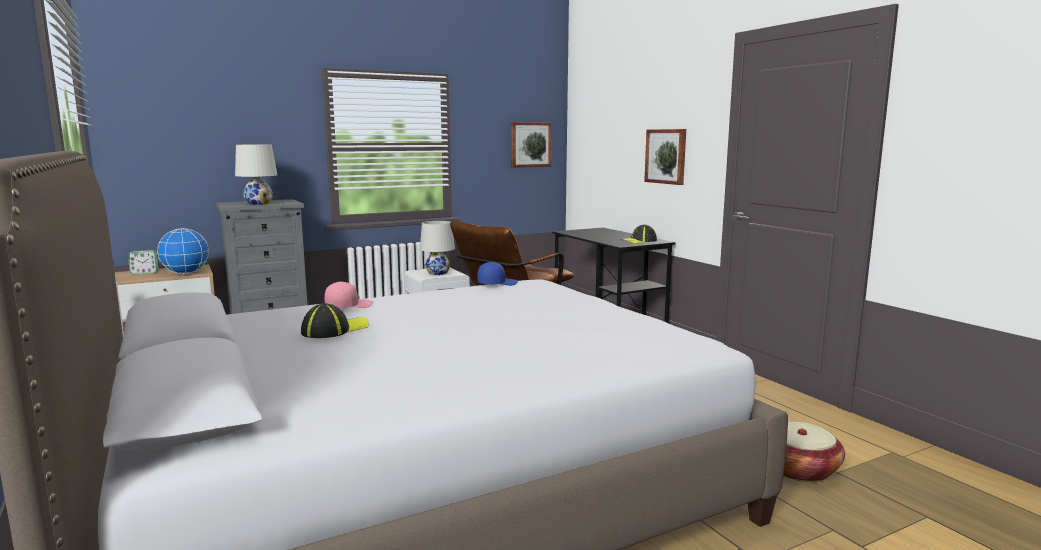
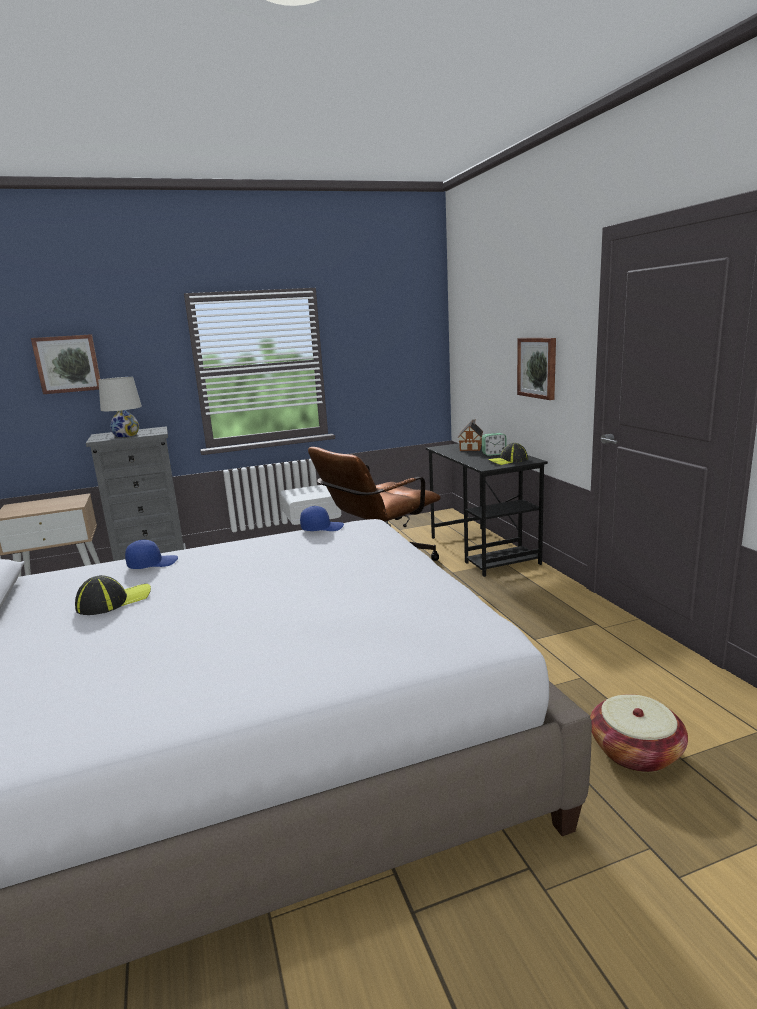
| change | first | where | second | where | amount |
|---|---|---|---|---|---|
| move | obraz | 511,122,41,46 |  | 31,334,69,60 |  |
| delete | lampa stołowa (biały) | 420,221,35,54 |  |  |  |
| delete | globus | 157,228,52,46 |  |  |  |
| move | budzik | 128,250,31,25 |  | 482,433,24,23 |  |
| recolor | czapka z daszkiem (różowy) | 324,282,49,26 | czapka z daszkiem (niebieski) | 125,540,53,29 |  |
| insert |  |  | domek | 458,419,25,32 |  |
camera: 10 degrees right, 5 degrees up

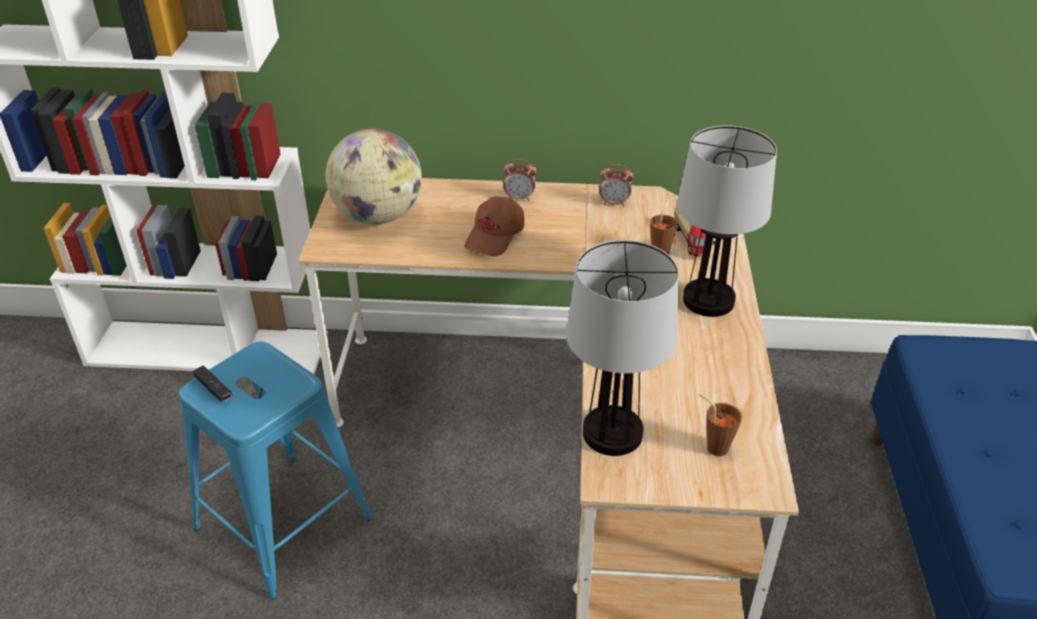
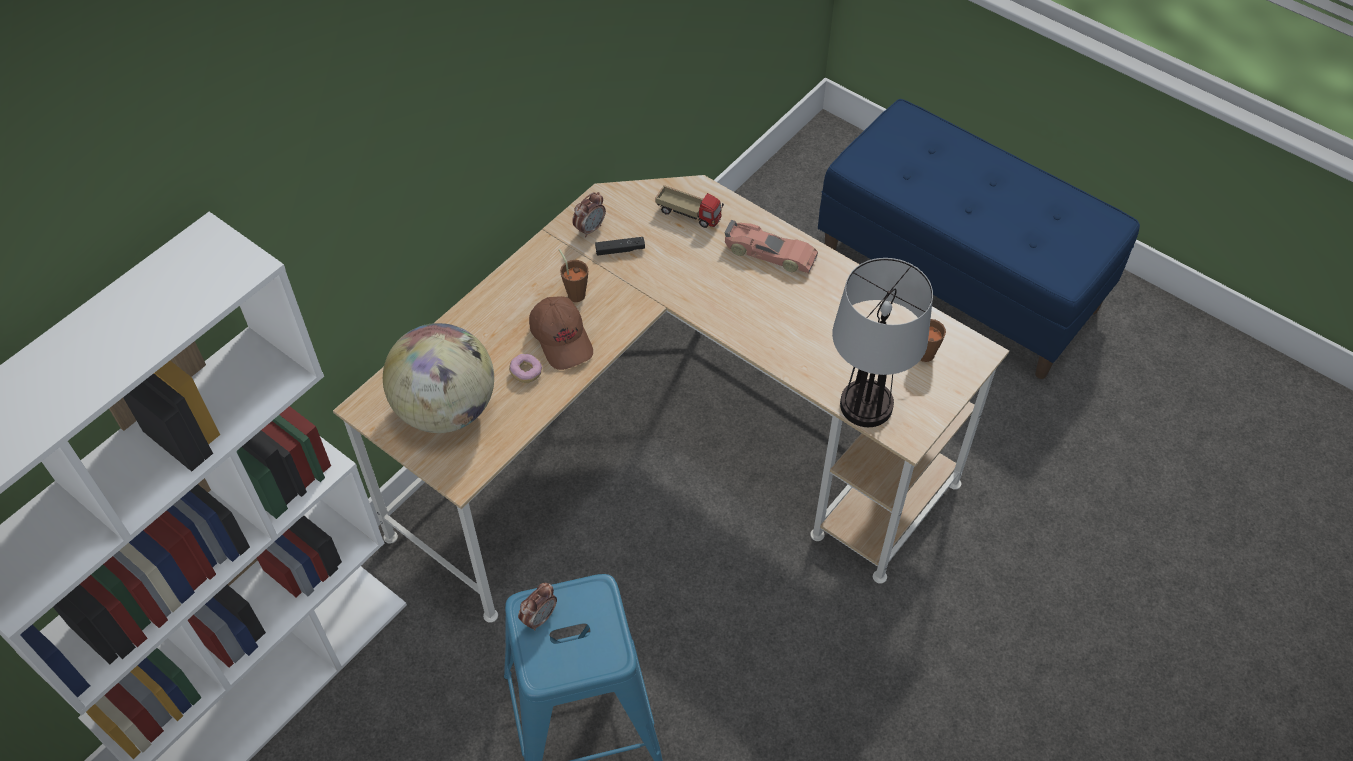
| change | first | where | second | where | amount |
|---|---|---|---|---|---|
| replace | lampa stołowa | 677,125,100,192 | samochodzik | 725,220,93,53 |  |
| move | budzik | 503,159,33,42 |  | 518,583,39,48 |  |
| move | filiżanka (brązowy) | 650,201,28,54 |  | 559,249,29,53 |  |
| move | pad do gier (czarny) | 193,366,40,36 |  | 595,237,50,18 |  |
| insert |  |  | donut | 509,354,33,29 |  |
camera: 55 degrees left, 15 degrees up

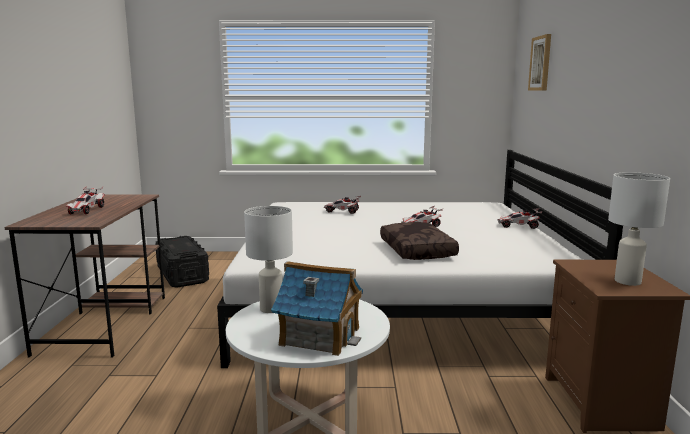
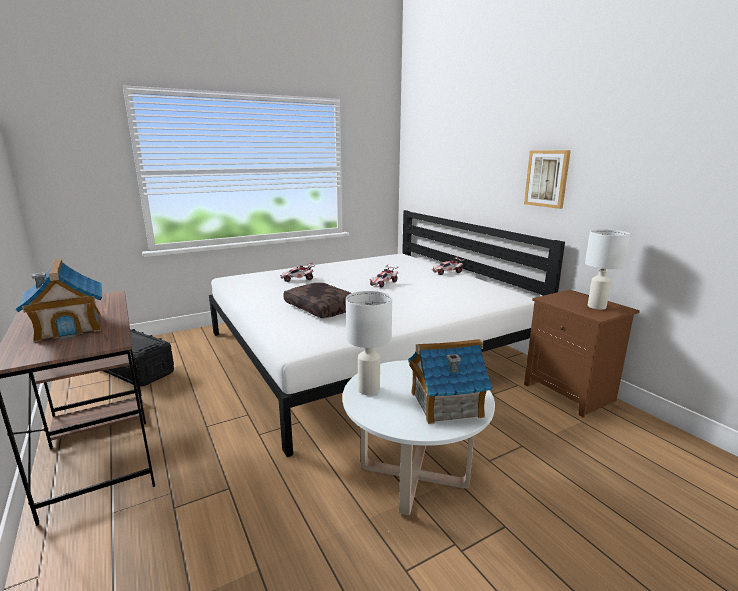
| change | first | where | second | where | amount |
|---|---|---|---|---|---|
| move | obraz | 528,34,23,56 |  | 524,150,47,59 |  |
| replace | samochodzik | 66,186,39,29 | domek | 15,259,87,83 |  |
| move | poduszka (brązowy) | 380,222,79,38 |  | 283,283,68,35 |  |
camera: 30 degrees left, 5 degrees up

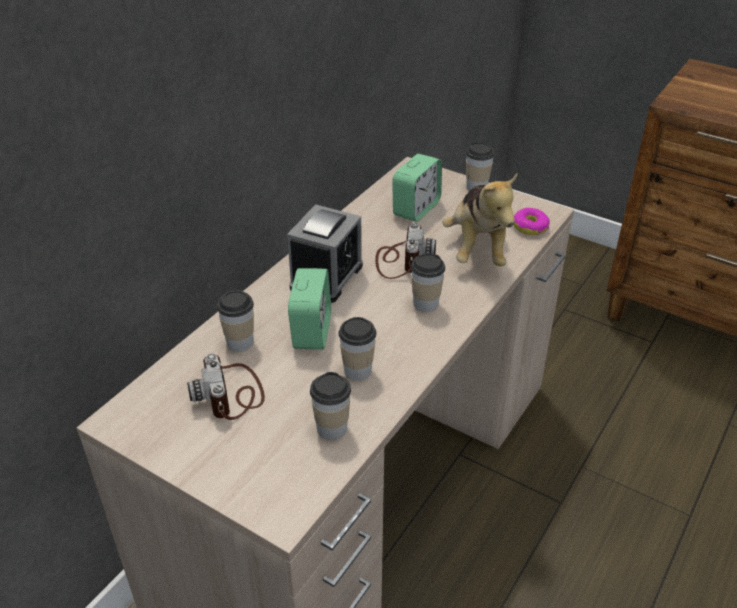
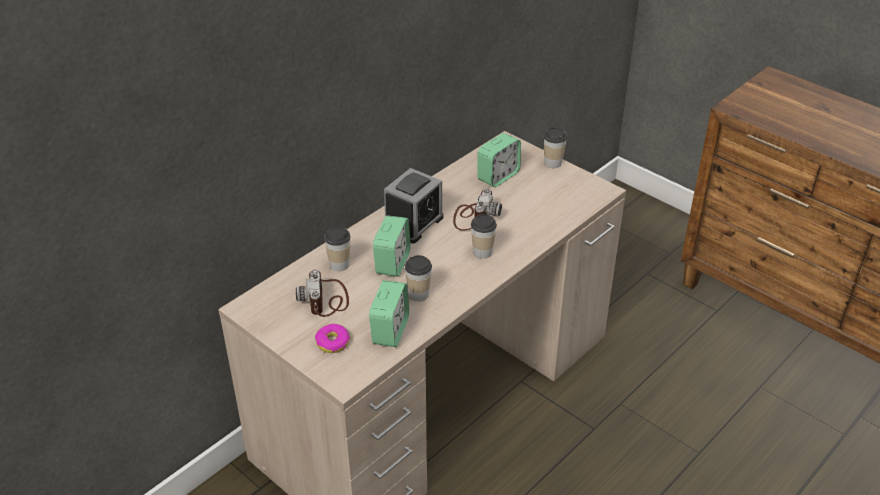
| change | first | where | second | where | amount |
|---|---|---|---|---|---|
| delete | pluszak | 443,173,75,93 |  |  |  |
| move | donut | 514,208,36,27 |  | 315,324,35,29 |  |
| replace | filiżanka | 310,372,41,68 | budzik | 369,280,40,67 |  |
camera: 10 degrees right, 0 degrees up

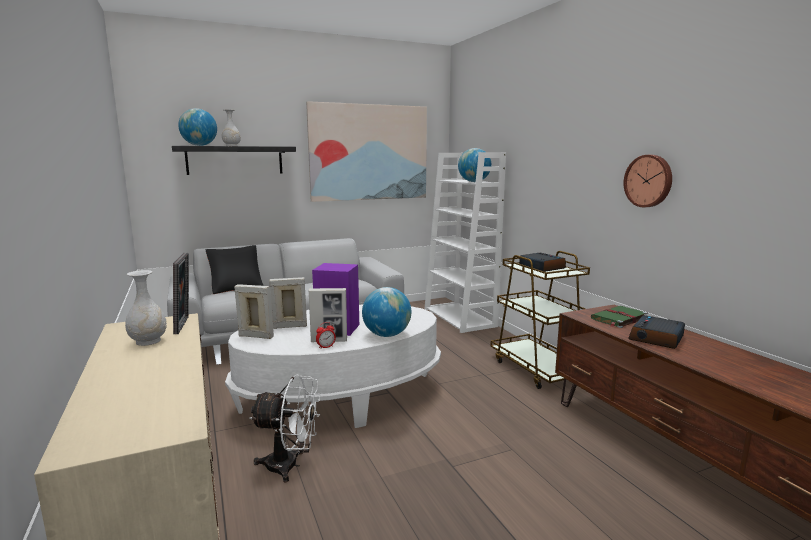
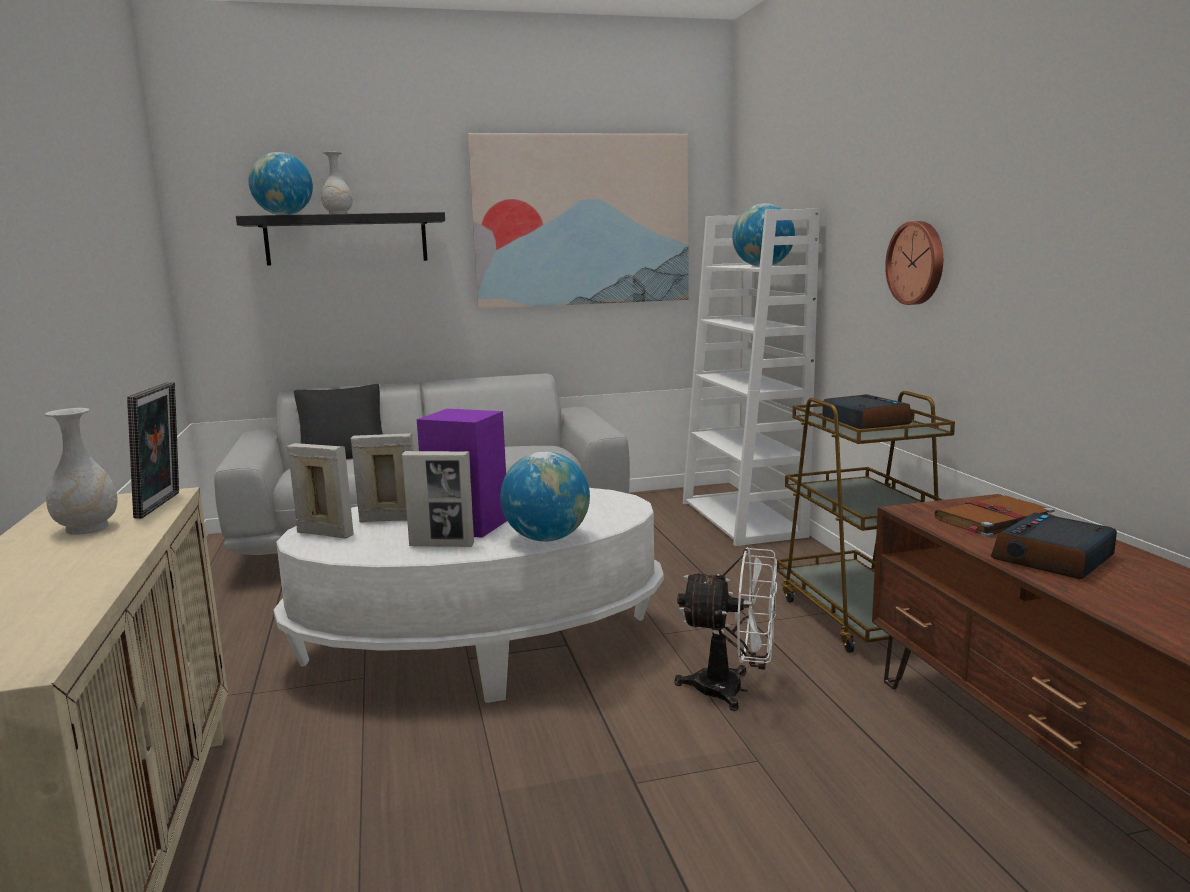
| change | first | where | second | where | amount |
|---|---|---|---|---|---|
| move | zegar ścienny | 623,155,49,52 |  | 885,221,58,84 |  |
| recolor | książka (zielony) | 591,306,57,22 | książka (brązowy) | 934,496,121,41 |  |
| delete | budzik | 316,322,20,27 |  |  |  |
| move | wentylator (biały) | 250,374,71,108 |  | 675,547,102,164 |  |
camera: 10 degrees right, 0 degrees up

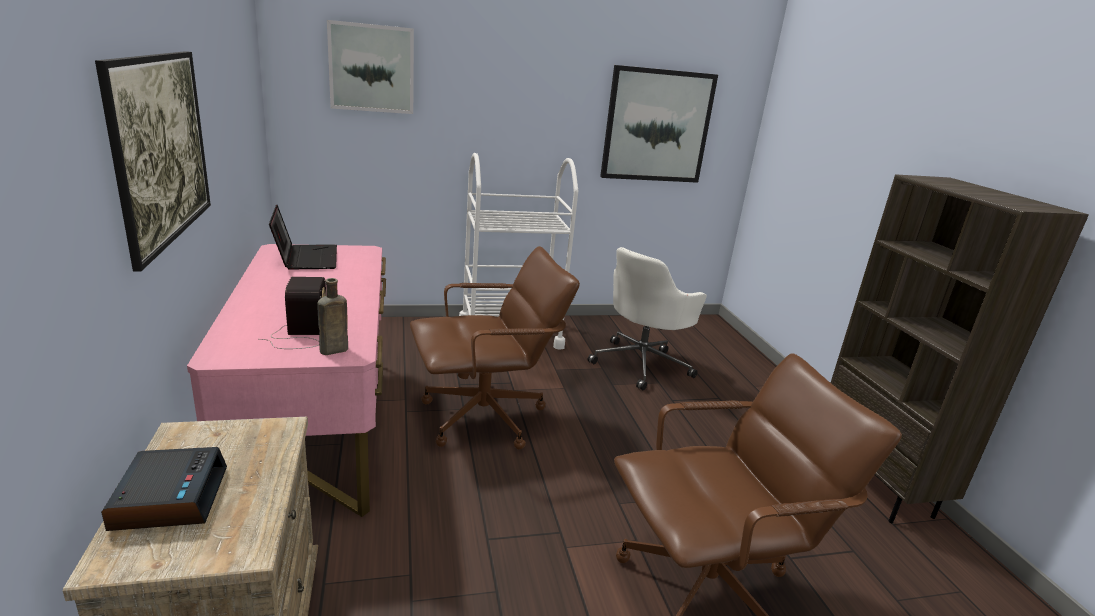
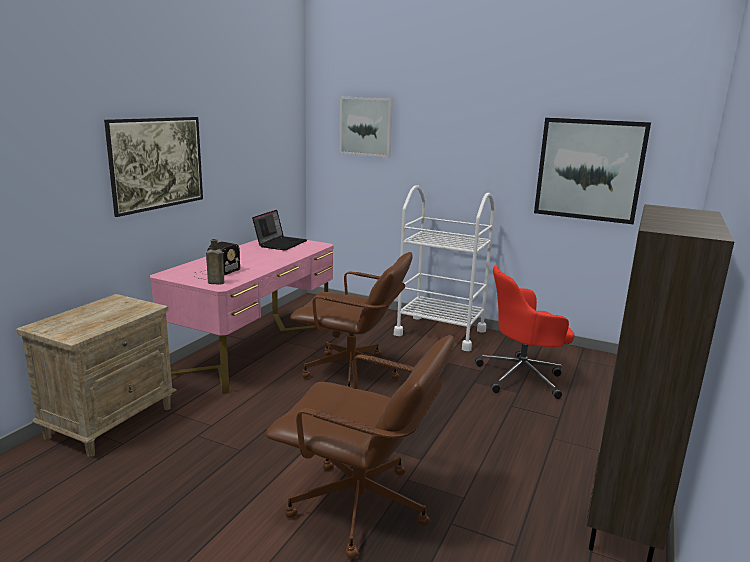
| change | first | where | second | where | amount |
|---|---|---|---|---|---|
| recolor | krzesło biurowe (biały) | 588,247,119,143 | krzesło biurowe (czerwony) | 475,266,100,133 |  |
| delete | budzik | 101,447,126,84 |  |  |  |
camera: 40 degrees right, 5 degrees down

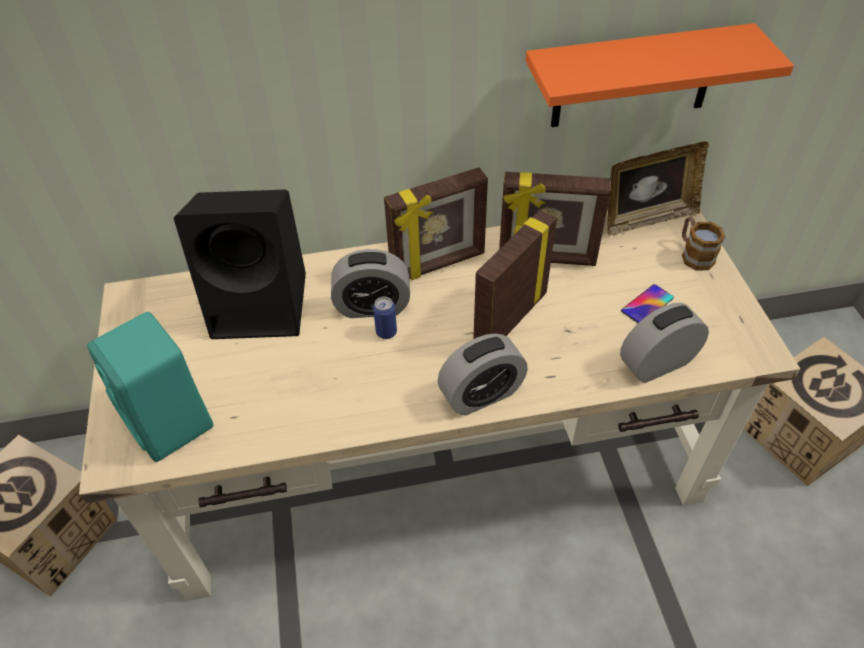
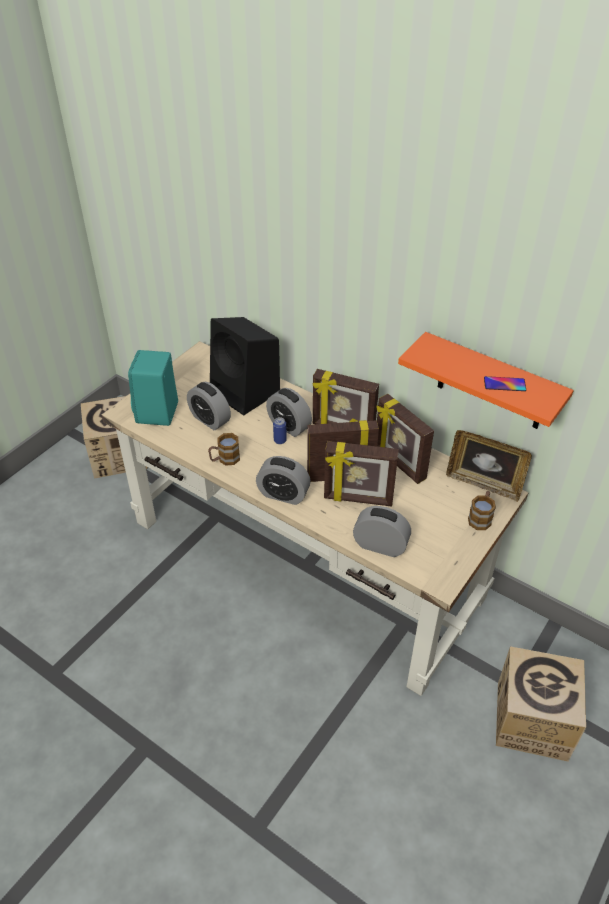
| change | first | where | second | where | amount |
|---|---|---|---|---|---|
| move | telefon | 621,284,53,39 |  | 484,376,42,15 |  |
| insert |  |  | budzik | 187,382,44,48 |  |
| insert |  |  | kubek | 208,433,32,32 |  |
| insert |  |  | ramka na zdjęcie | 324,441,75,66 |  |
camera: 45 degrees right, 5 degrees down

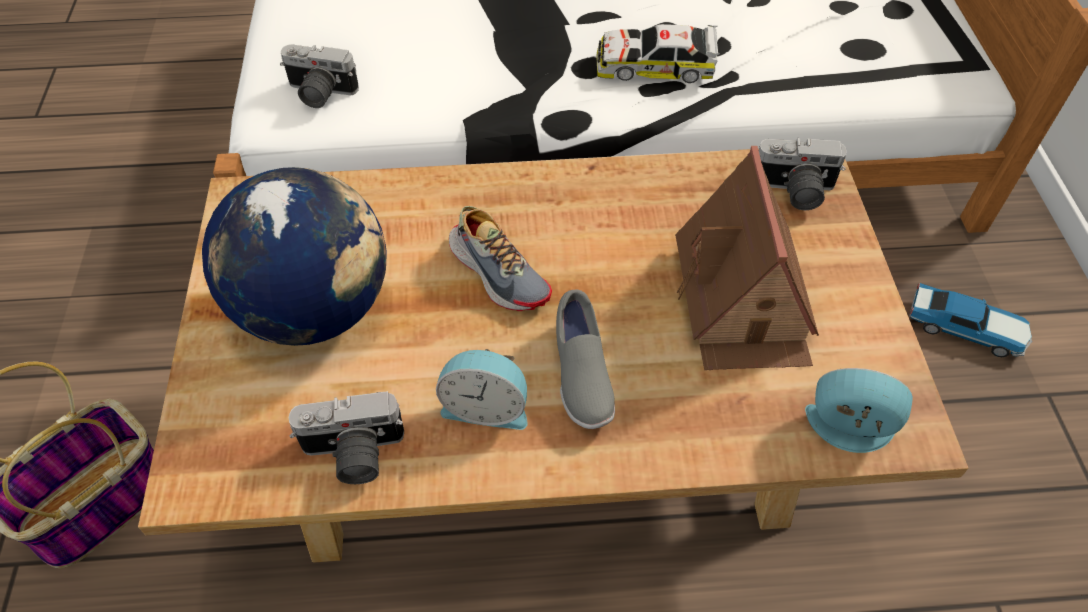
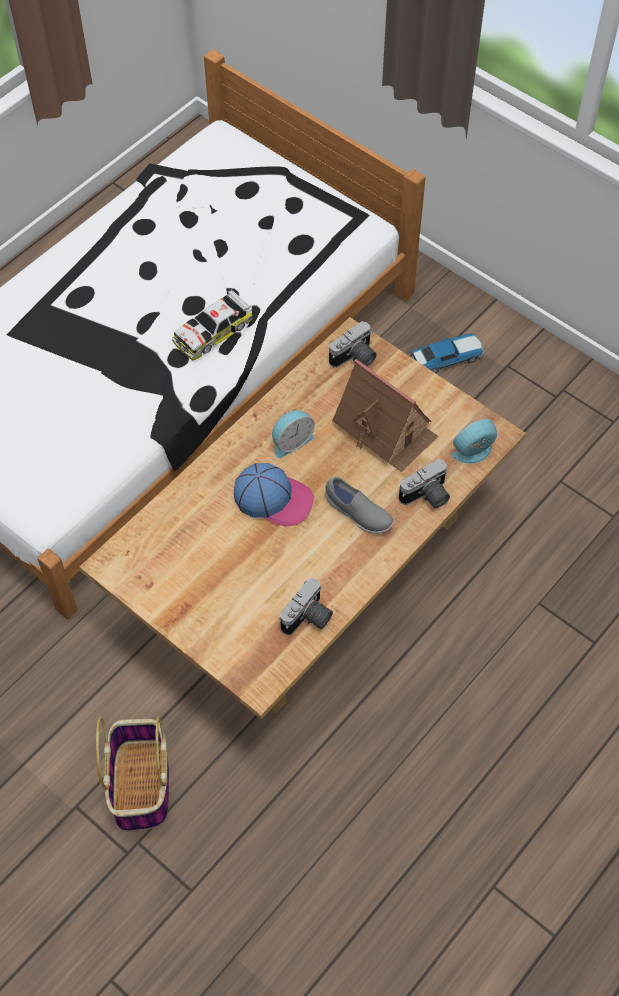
| change | first | where | second | where | amount |
|---|---|---|---|---|---|
| move | aparat fotograficzny | 280,44,79,64 |  | 399,459,51,49 |  |
| delete | globus | 202,167,184,179 |  |  |  |
| replace | but | 449,206,103,105 | czapka z daszkiem | 233,463,82,64 |  |
| move | budzik | 436,349,92,81 |  | 272,409,43,49 |  |
camera: 45 degrees left, 5 degrees up

